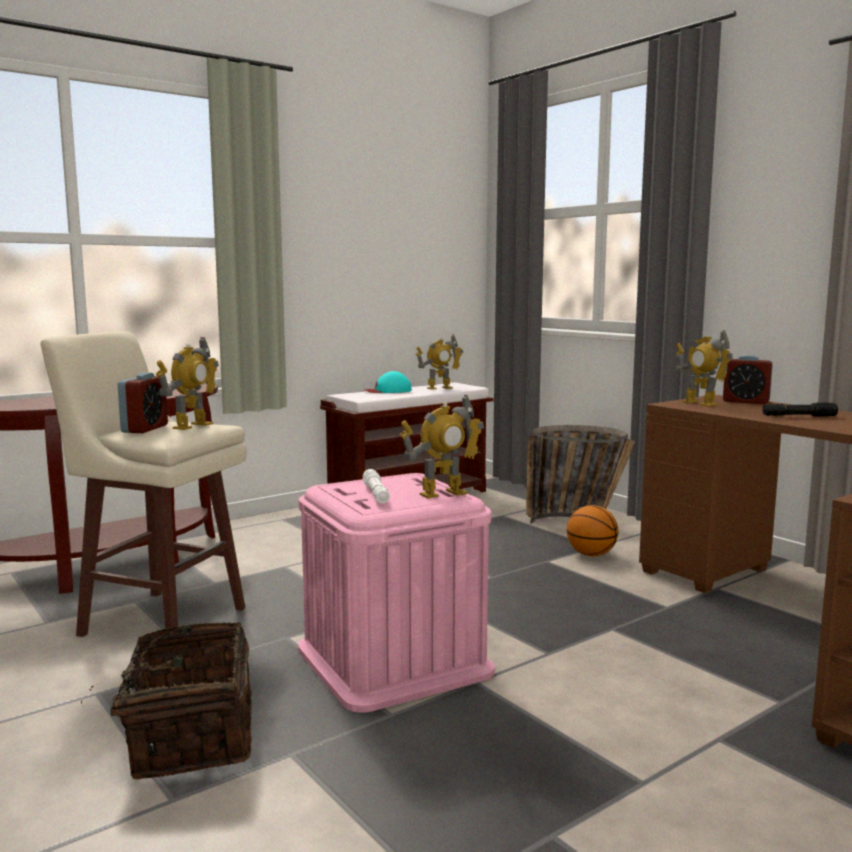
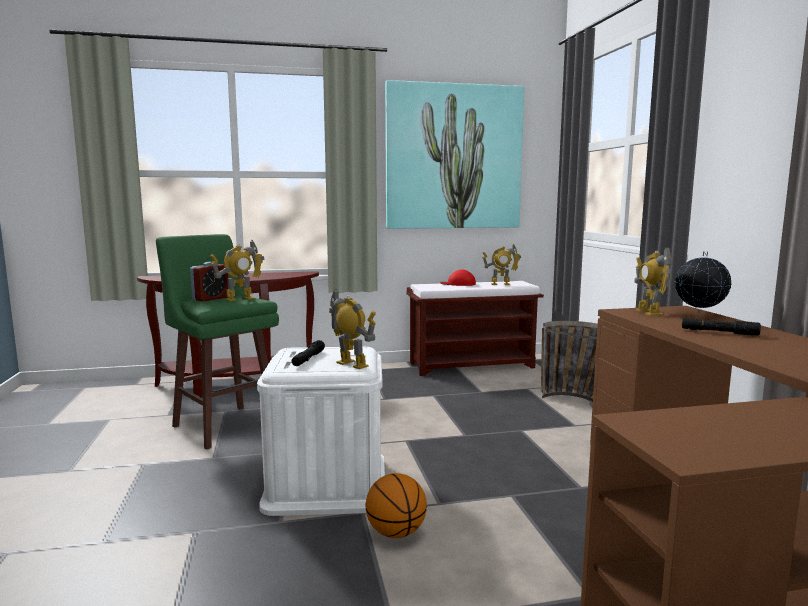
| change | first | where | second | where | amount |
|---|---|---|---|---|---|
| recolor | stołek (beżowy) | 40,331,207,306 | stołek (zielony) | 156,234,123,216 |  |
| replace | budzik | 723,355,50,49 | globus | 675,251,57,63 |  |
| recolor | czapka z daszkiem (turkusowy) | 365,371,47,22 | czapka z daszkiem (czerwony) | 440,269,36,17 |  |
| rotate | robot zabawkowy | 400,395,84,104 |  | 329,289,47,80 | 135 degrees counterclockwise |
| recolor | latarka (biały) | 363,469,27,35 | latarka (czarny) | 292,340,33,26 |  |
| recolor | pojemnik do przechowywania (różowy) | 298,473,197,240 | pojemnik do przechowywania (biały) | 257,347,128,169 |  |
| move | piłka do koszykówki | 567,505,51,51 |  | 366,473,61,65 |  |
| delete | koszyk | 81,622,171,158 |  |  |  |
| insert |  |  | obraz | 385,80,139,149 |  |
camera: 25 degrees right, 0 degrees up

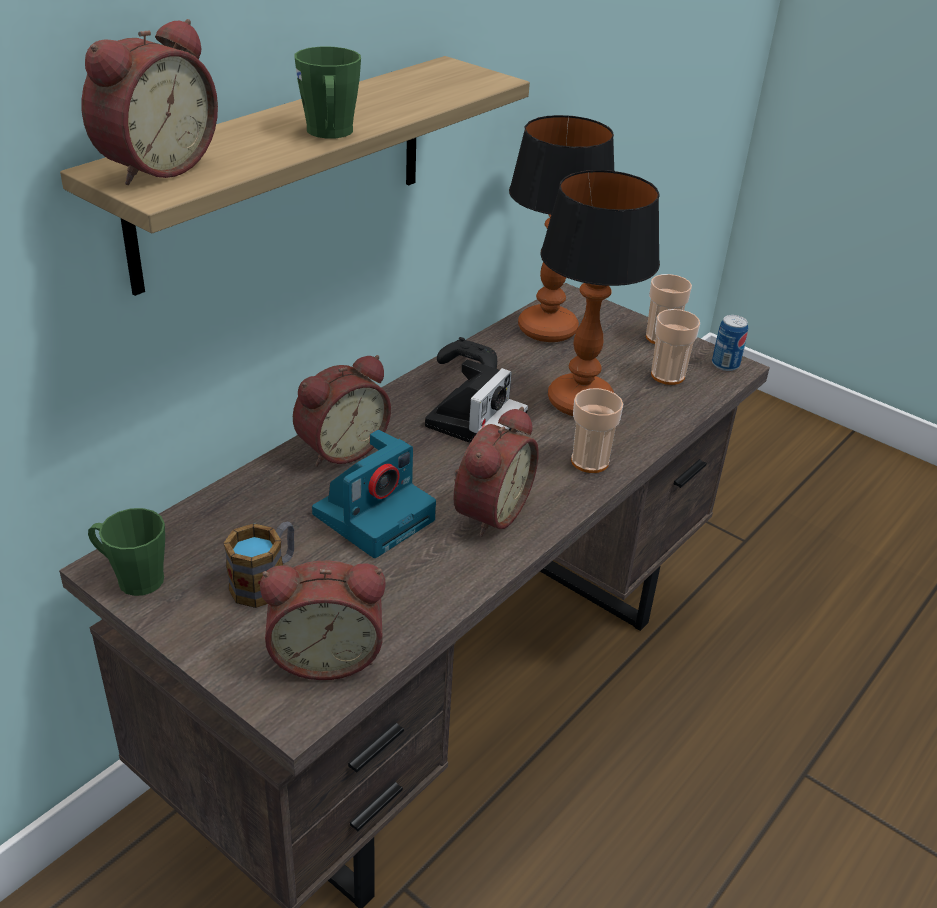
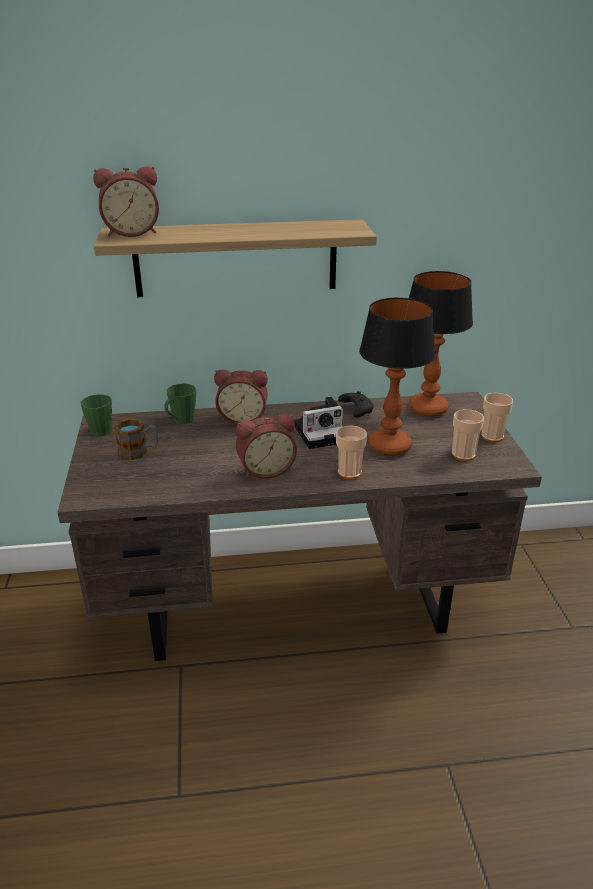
| change | first | where | second | where | amount |
|---|---|---|---|---|---|
| move | kubek (zielony) | 295,47,66,91 |  | 164,383,32,41 |  |
| delete | puszka | 712,315,36,56 |  |  |  |
| delete | aparat fotograficzny | 312,430,124,128 |  |  |  |
| delete | budzik | 260,561,126,119 |  |  |  |
camera: 45 degrees right, 5 degrees down

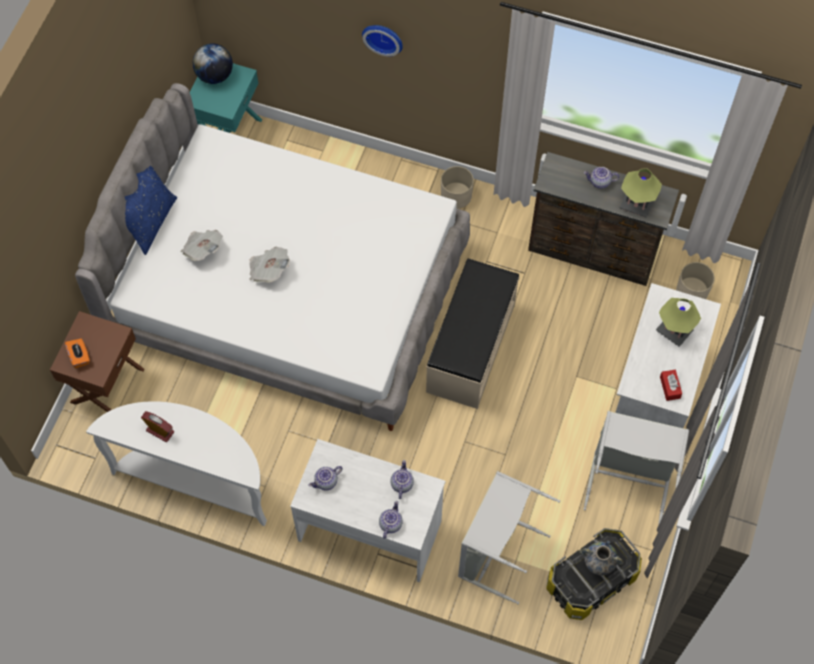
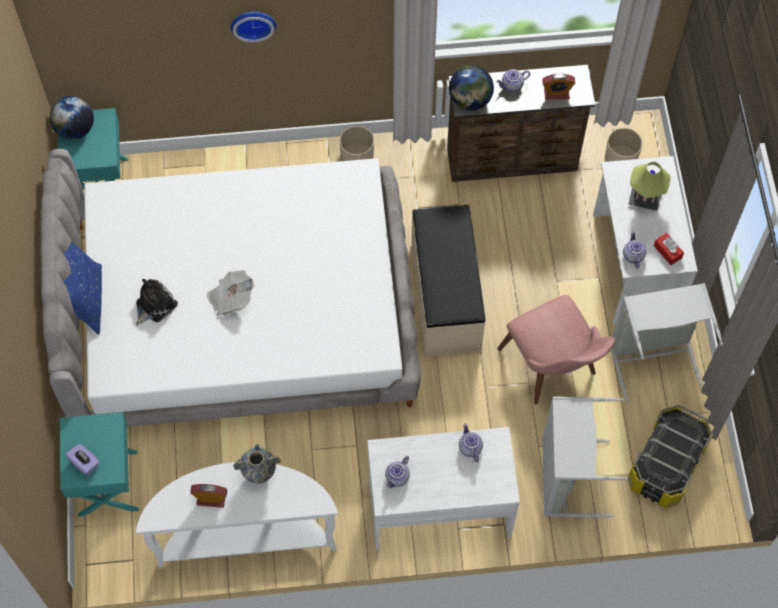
| change | first | where | second | where | amount |
|---|---|---|---|---|---|
| replace | lampa stołowa | 620,168,42,50 | budzik | 542,74,33,26 |  |
| replace | gazeta | 180,230,43,31 | pluszak | 136,279,42,47 |  |
| recolor | szafka nocna (brązowy) | 50,311,94,101 | szafka nocna (turkusowy) | 60,412,79,105 |  |
| recolor | pudełko chusteczek (pomarańczowy) | 65,338,25,30 | pudełko chusteczek (fioletowy) | 65,444,35,32 |  |
| move | imbryk | 379,501,24,38 |  | 623,231,23,37 |  |
| move | wazon | 580,541,43,34 |  | 233,444,48,39 |  |
| insert |  |  | globus | 449,65,45,46 |  |
| insert |  |  | krzesło (różowy) | 497,295,119,109 |  |
camera: 25 degrees left, 0 degrees up

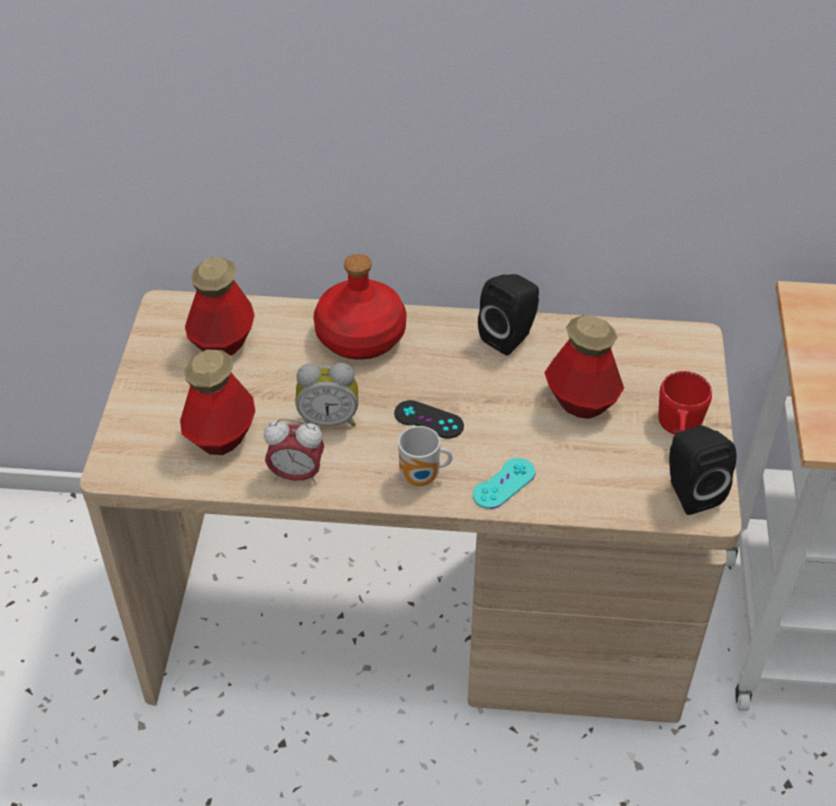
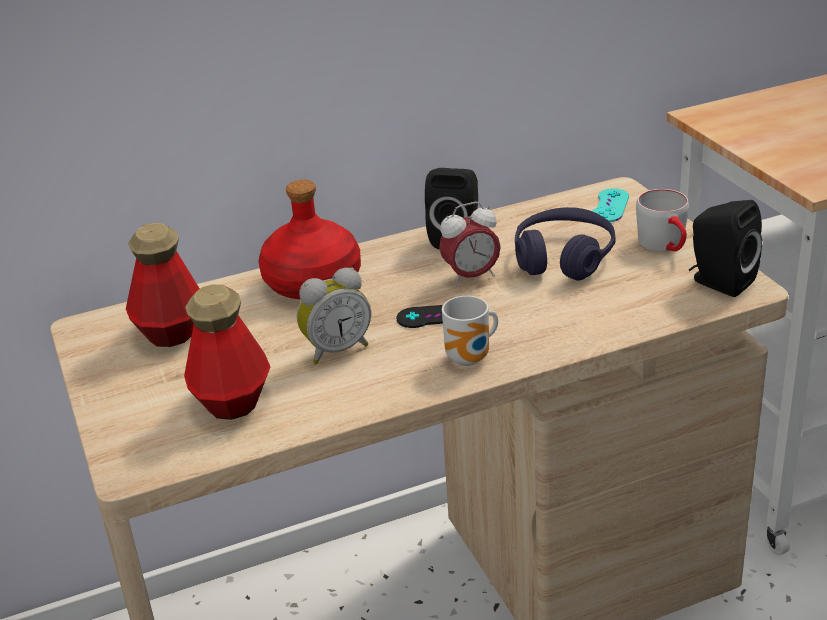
| change | first | where | second | where | amount |
|---|---|---|---|---|---|
| replace | butelka | 544,315,80,104 | słuchawki (fioletowy) | 515,207,100,74 |  |
| recolor | kubek (czerwony) | 658,371,54,64 | kubek (szary) | 636,189,53,63 |  |
| move | budzik | 264,419,60,65 |  | 439,202,62,84 |  |
| move | pad do gier (turkusowy) | 473,458,63,51 |  | 592,188,37,34 |  |
camera: 25 degrees left, 15 degrees down

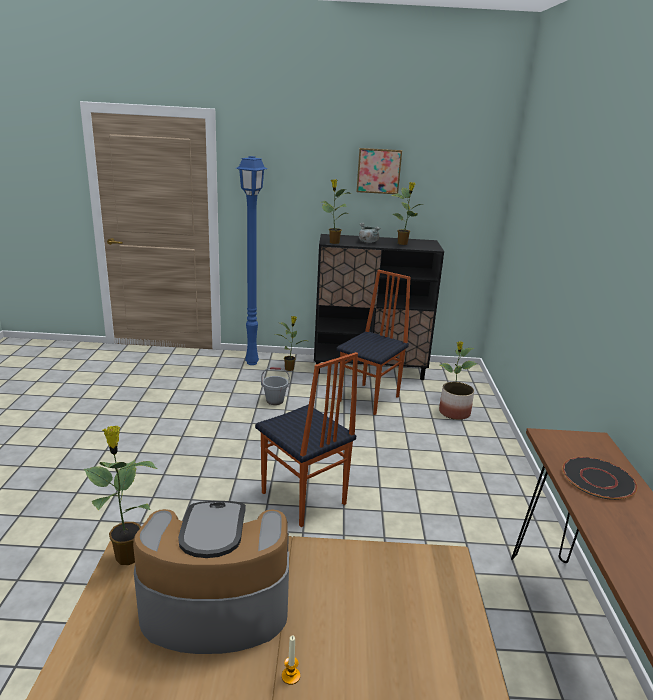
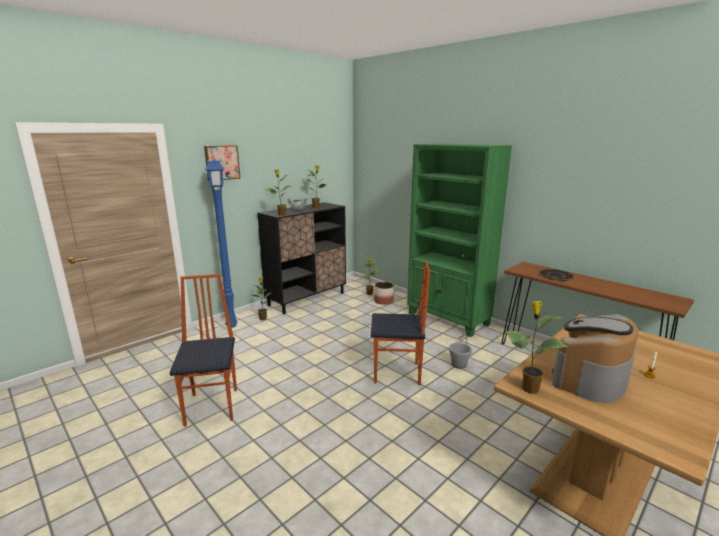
| change | first | where | second | where | amount |
|---|---|---|---|---|---|
| move | obraz | 356,148,46,46 |  | 204,145,37,36 |  |
| move | krzesło | 337,270,74,145 |  | 169,274,68,153 |  |
| move | wiadro (szary) | 261,367,29,38 |  | 449,334,23,35 |  |
| insert |  |  | regał (zielony) | 407,144,105,193 |  |
camera: 45 degrees left, 5 degrees down

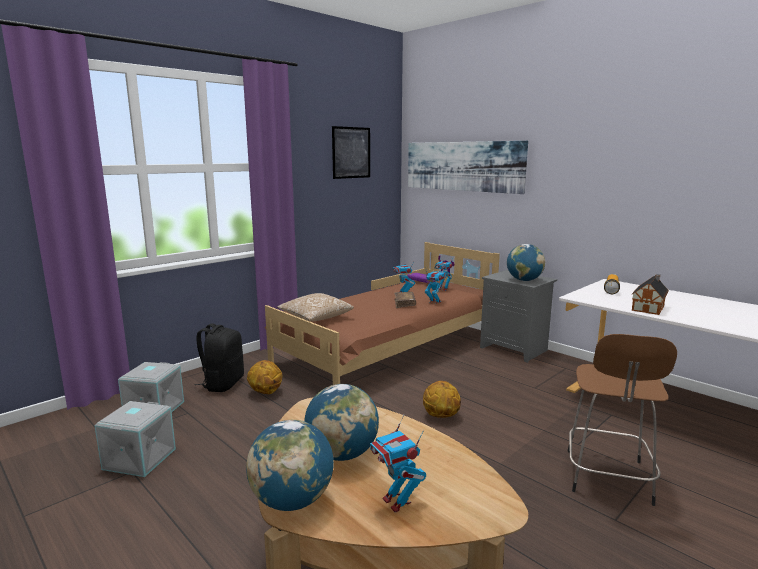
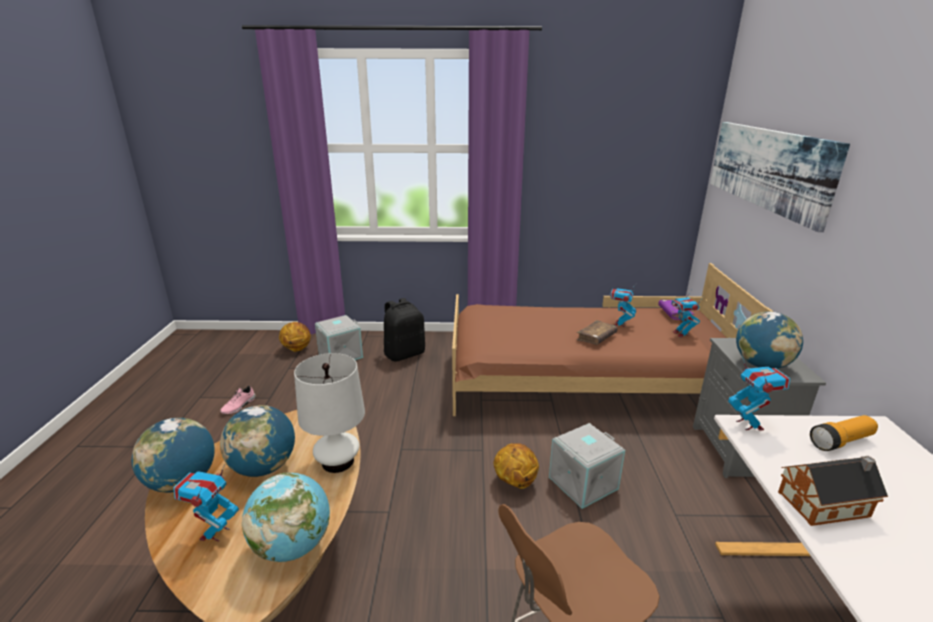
| change | first | where | second | where | amount |
|---|---|---|---|---|---|
| delete | obraz | 332,126,38,53 |  |  |  |
| move | robot zabawkowy | 425,269,21,35 |  | 728,356,62,74 |  |
| delete | poduszka | 277,293,77,28 |  |  |  |
| move | piłka do koszykówki | 247,360,35,34 |  | 279,322,32,30 |  |
| move | pojemnik do przechowywania (szary) | 94,401,82,76 |  | 549,423,76,86 |  |
| insert |  |  | lampa stołowa (biały) | 294,353,71,120 |  |
| insert |  |  | but (różowy) | 220,385,36,29 |  |
| insert |  |  | globus | 242,472,88,90 |  |
camera: 45 degrees right, 10 degrees up

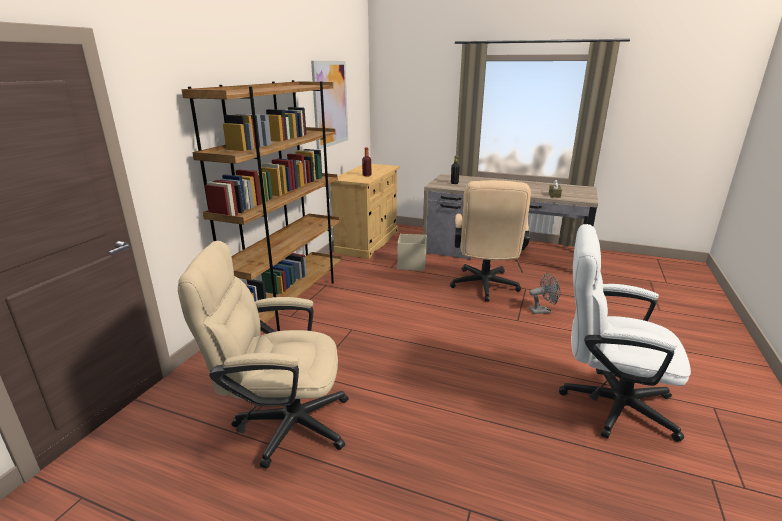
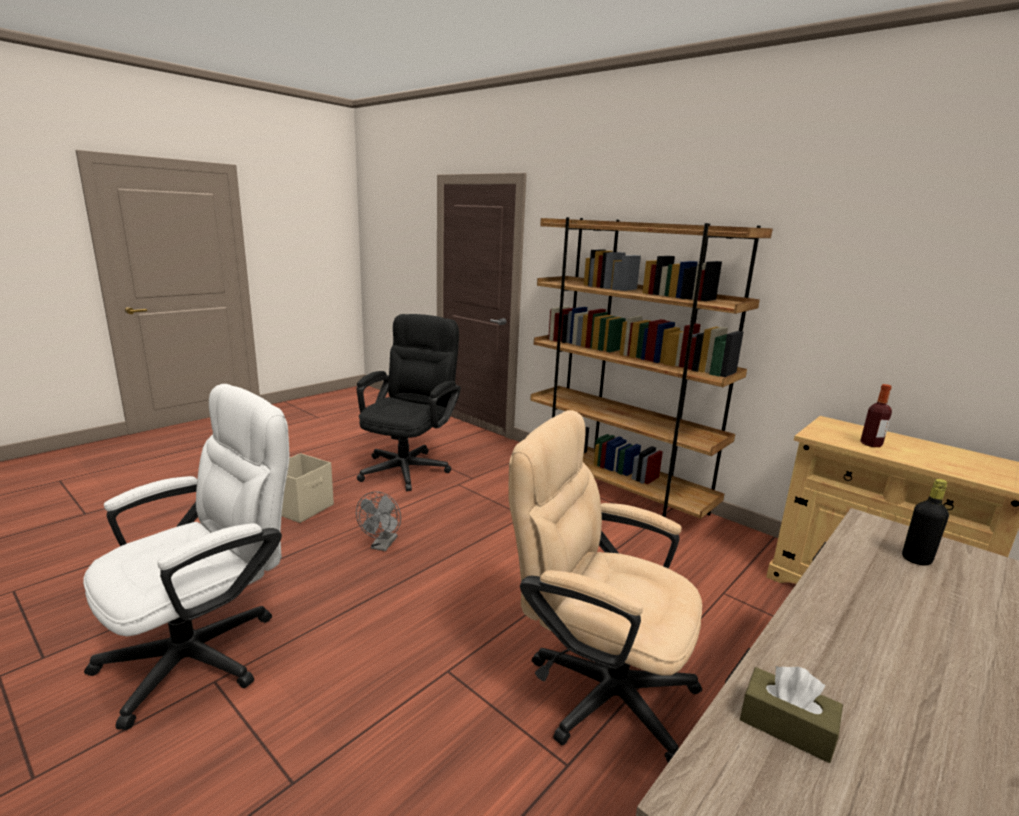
| change | first | where | second | where | amount |
|---|---|---|---|---|---|
| delete | obraz | 311,61,37,89 |  |  |  |
| move | pojemnik do przechowywania (beżowy) | 397,234,30,37 |  | 282,453,52,70 |  |
| recolor | krzesło biurowe (beżowy) | 178,241,171,228 | krzesło biurowe (czarny) | 357,314,104,177 |  |
| move | wentylator (szary) | 529,273,32,41 |  | 356,492,45,59 |  |
camera: 110 degrees right, 5 degrees down

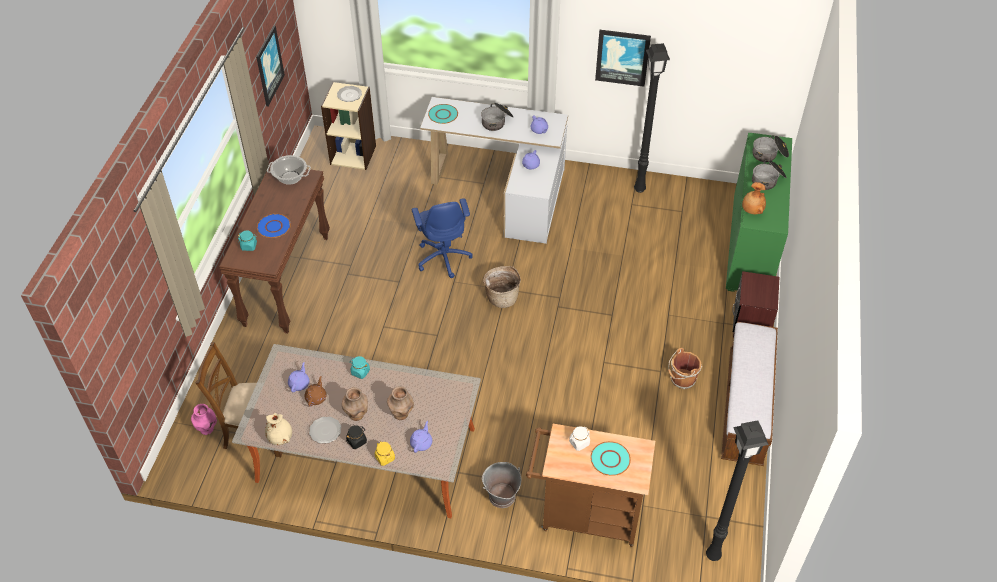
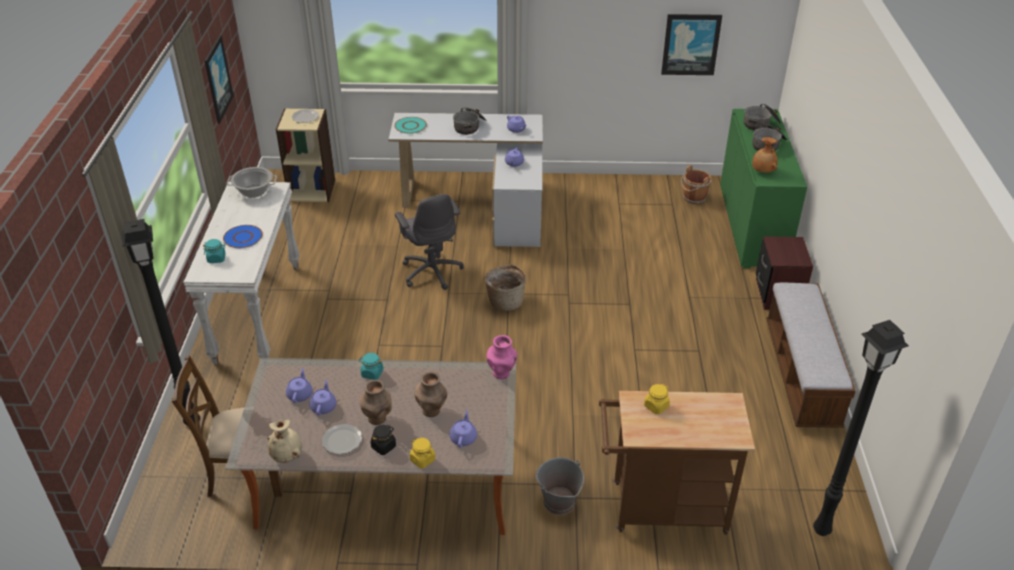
| change | first | where | second | where | amount |
|---|---|---|---|---|---|
| move | obraz | 595,30,56,57 |  | 661,14,61,61 |  |
| move | lampa stojąca (czarny) | 634,43,36,150 |  | 122,219,78,207 |  |
| recolor | stolik konsolowy (brązowy) | 219,165,111,169 | stolik konsolowy (biały) | 183,182,117,182 |  |
| recolor | krzesło biurowe (niebieski) | 412,198,61,80 | krzesło biurowe (szary) | 395,194,69,96 |  |
| move | wiadro (brązowy) | 668,348,34,41 |  | 681,165,31,39 |  |
| recolor | imbryk (brązowy) | 305,376,22,31 | imbryk (fioletowy) | 309,380,27,35 |  |
| move | wazon (różowy) | 191,404,26,31 |  | 486,335,32,44 |  |
| recolor | słoik (biały) | 569,426,21,25 | słoik (żółty) | 644,384,26,30 |  |
| delete | talerz (turkusowy) | 590,441,41,35 |  |  |  |
camera: 10 degrees left, 10 degrees down

